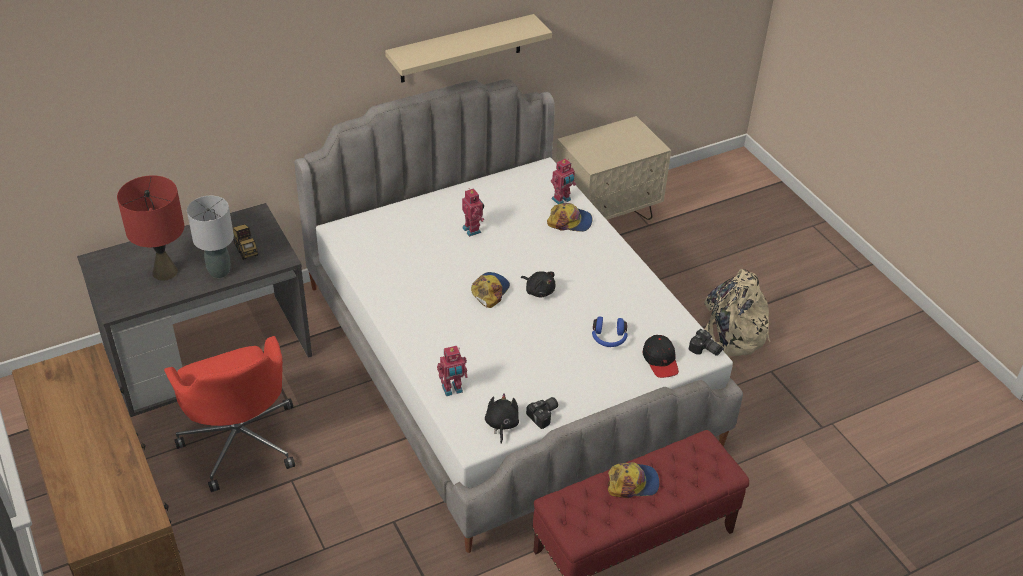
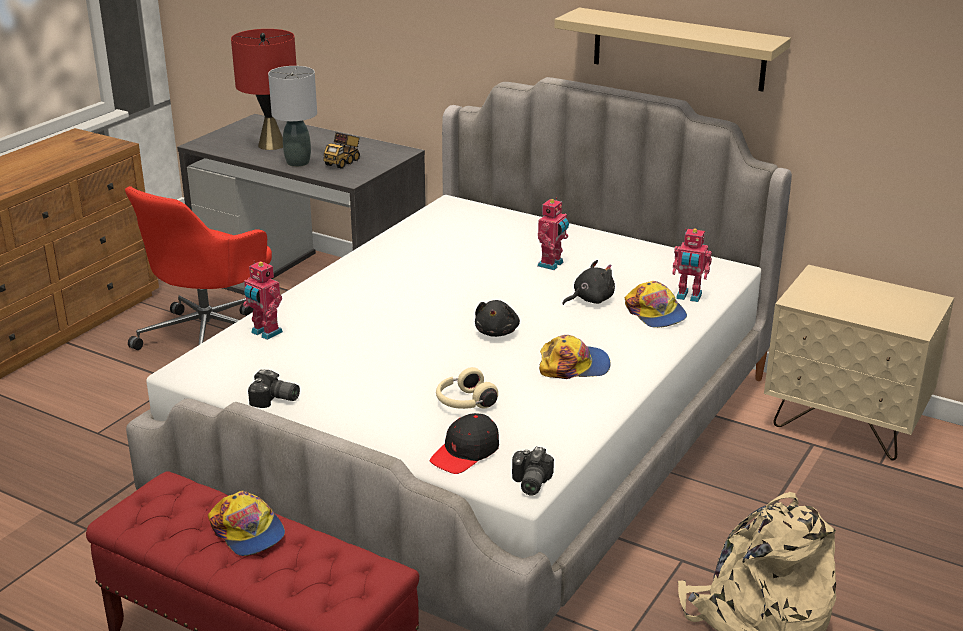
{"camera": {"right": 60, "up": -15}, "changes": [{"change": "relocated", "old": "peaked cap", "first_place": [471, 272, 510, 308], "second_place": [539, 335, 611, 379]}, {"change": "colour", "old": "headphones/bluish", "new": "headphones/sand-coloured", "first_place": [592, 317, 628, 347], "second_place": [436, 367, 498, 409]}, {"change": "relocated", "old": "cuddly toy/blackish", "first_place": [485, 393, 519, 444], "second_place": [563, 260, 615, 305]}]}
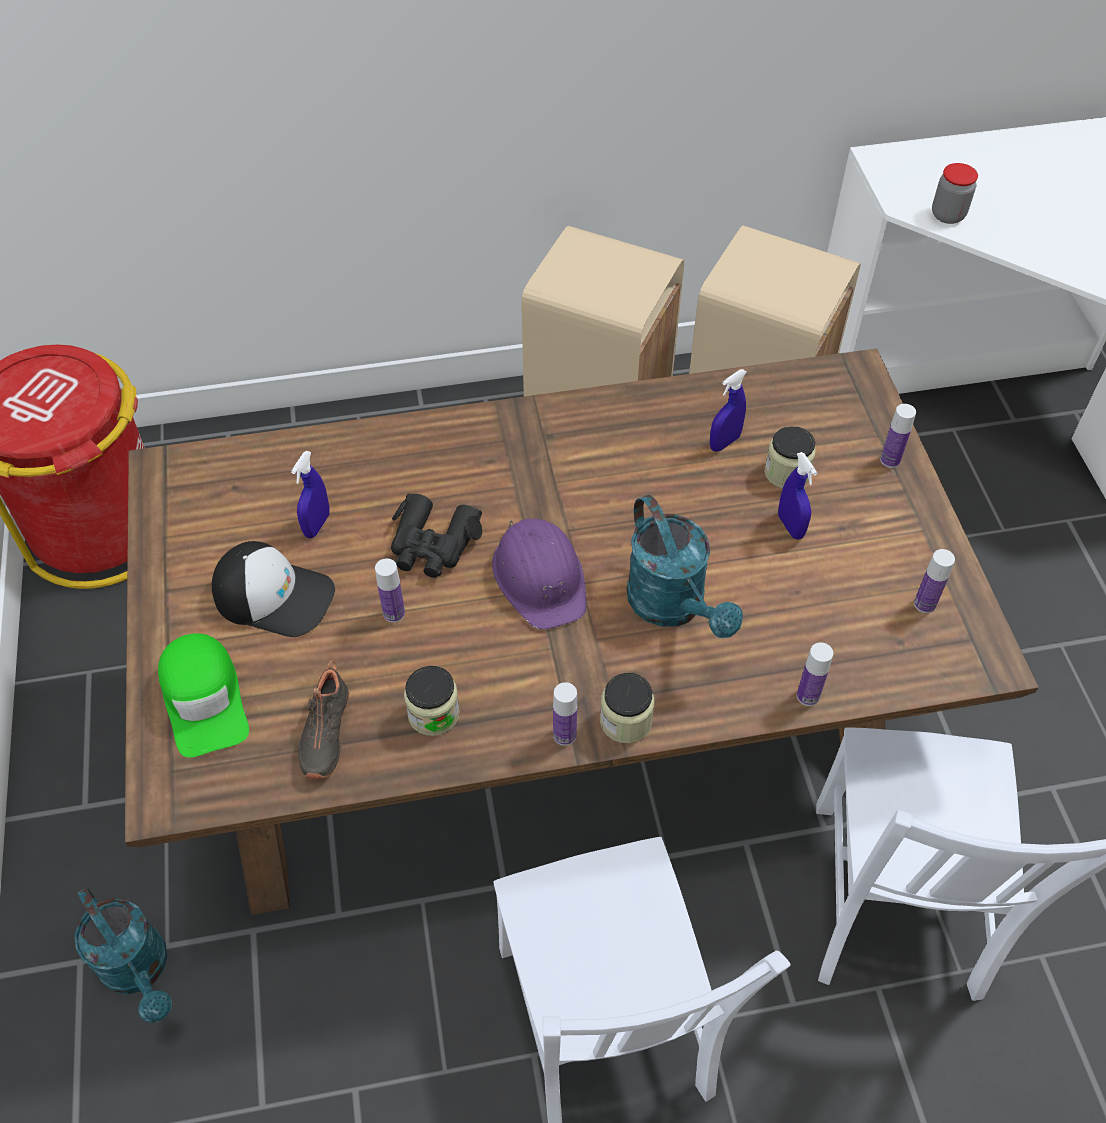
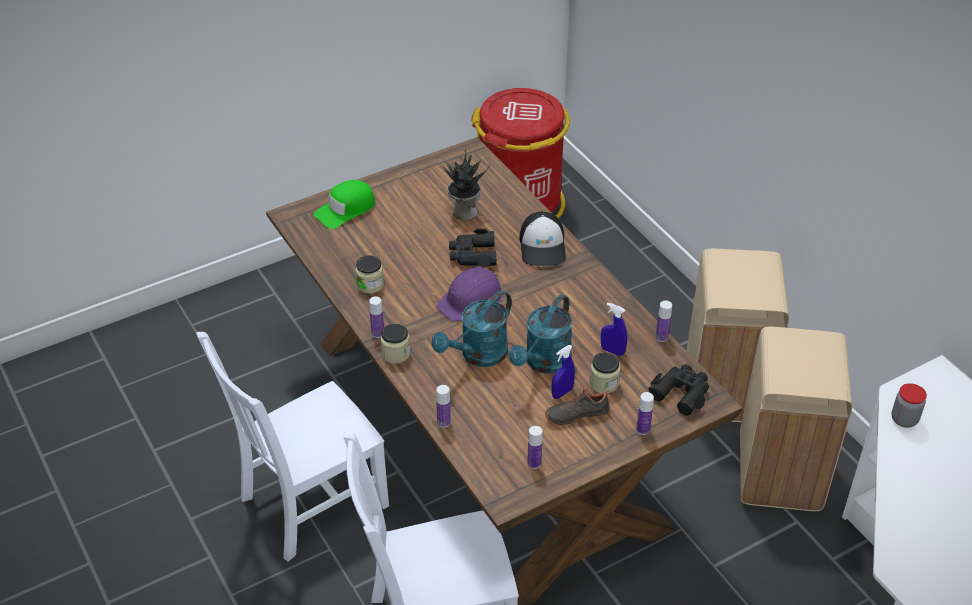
{"camera": {"right": 70, "up": -10}, "changes": [{"change": "exchanged", "old": "sprayer/bluish", "new": "houseplant", "first_place": [291, 451, 330, 538], "second_place": [443, 150, 490, 220]}, {"change": "relocated", "old": "peaked cap", "first_place": [212, 541, 335, 637], "second_place": [519, 212, 566, 266]}, {"change": "relocated", "old": "drink bottle", "first_place": [375, 558, 405, 623], "second_place": [656, 300, 672, 342]}, {"change": "relocated", "old": "low shoe/blackish", "first_place": [298, 661, 349, 779], "second_place": [545, 387, 611, 426]}, {"change": "relocated", "old": "sprinkling can/turquoise", "first_place": [74, 887, 172, 1023], "second_place": [509, 295, 572, 374]}, {"change": "appeared", "new": "pair of binoculars/blackish", "second_place": [649, 364, 709, 416]}]}
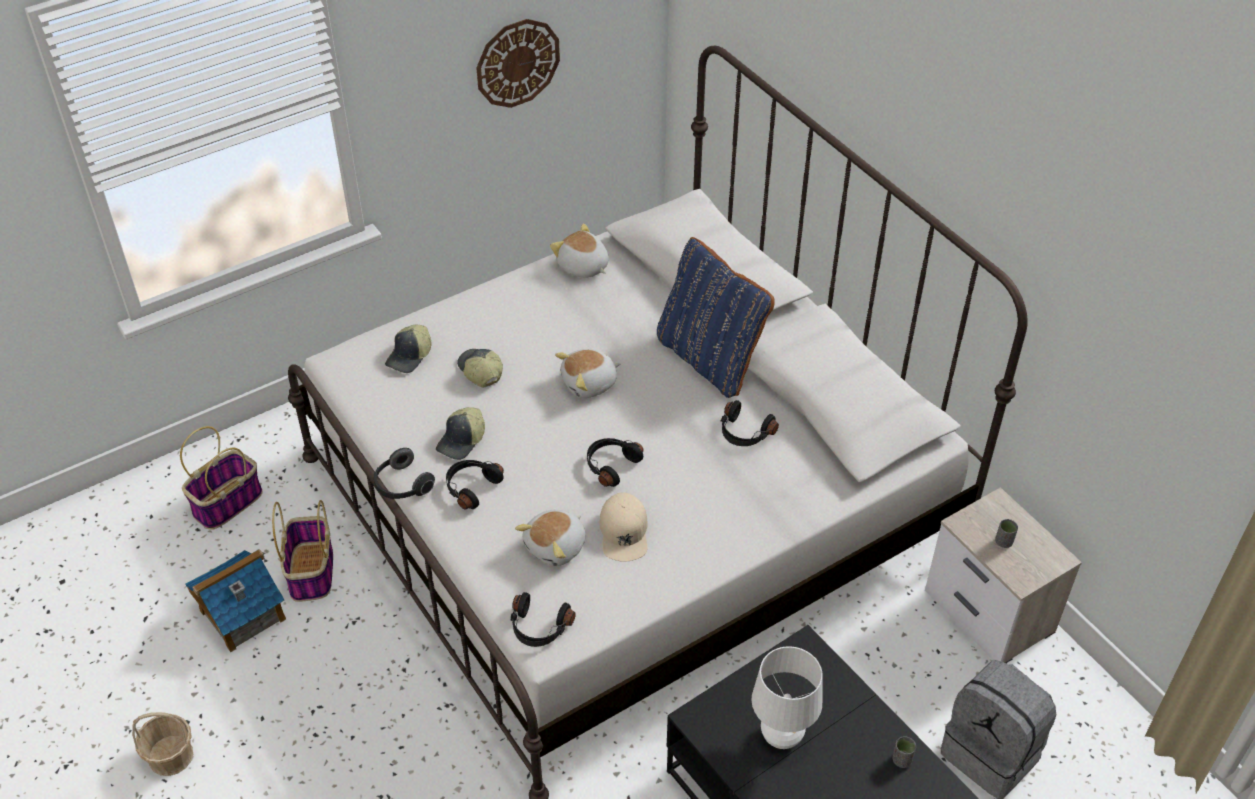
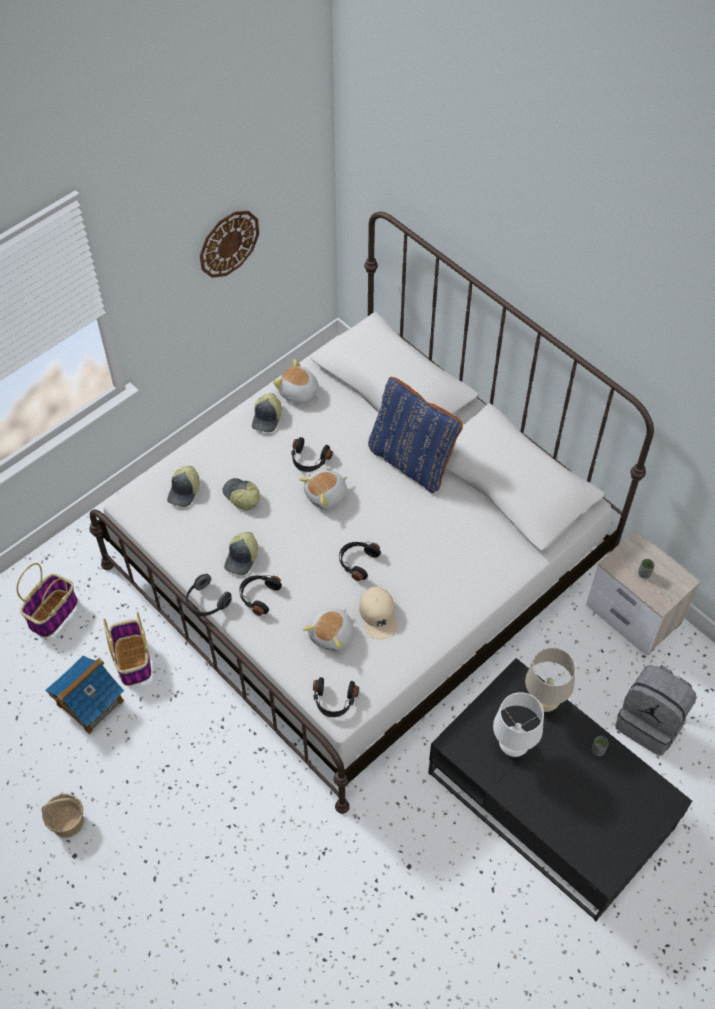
{"camera": {"right": -10, "up": 10}, "changes": [{"change": "relocated", "old": "headphones/blackish", "first_place": [721, 400, 779, 446], "second_place": [291, 437, 333, 472]}, {"change": "appeared", "new": "peaked cap", "second_place": [252, 393, 281, 432]}, {"change": "appeared", "new": "lamp for a table/sand-coloured", "second_place": [525, 647, 576, 712]}]}
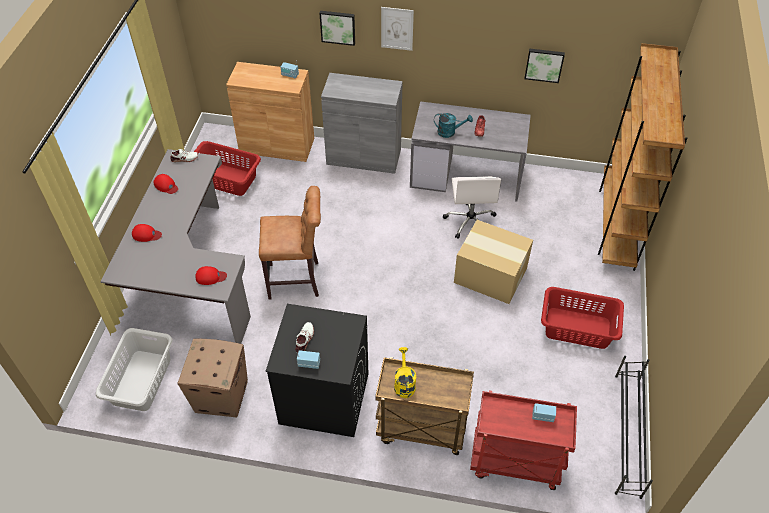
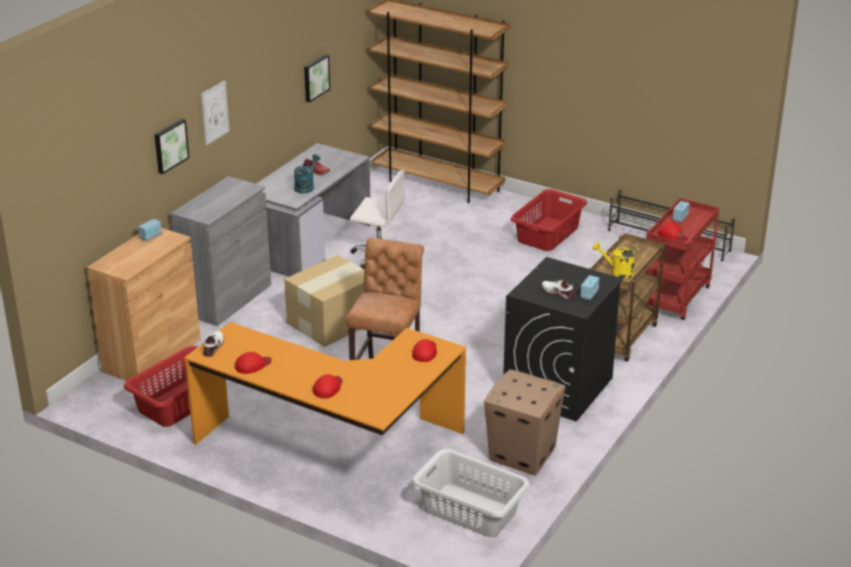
{"camera": {"right": -70, "up": -20}, "changes": [{"change": "colour", "old": "desk/greyish", "new": "desk/orangey", "first_place": [100, 149, 251, 344], "second_place": [184, 322, 466, 445]}, {"change": "relocated", "old": "carton", "first_place": [454, 220, 533, 304], "second_place": [284, 255, 364, 347]}, {"change": "appeared", "new": "peaked cap/red-coloured", "second_place": [658, 222, 688, 242]}]}
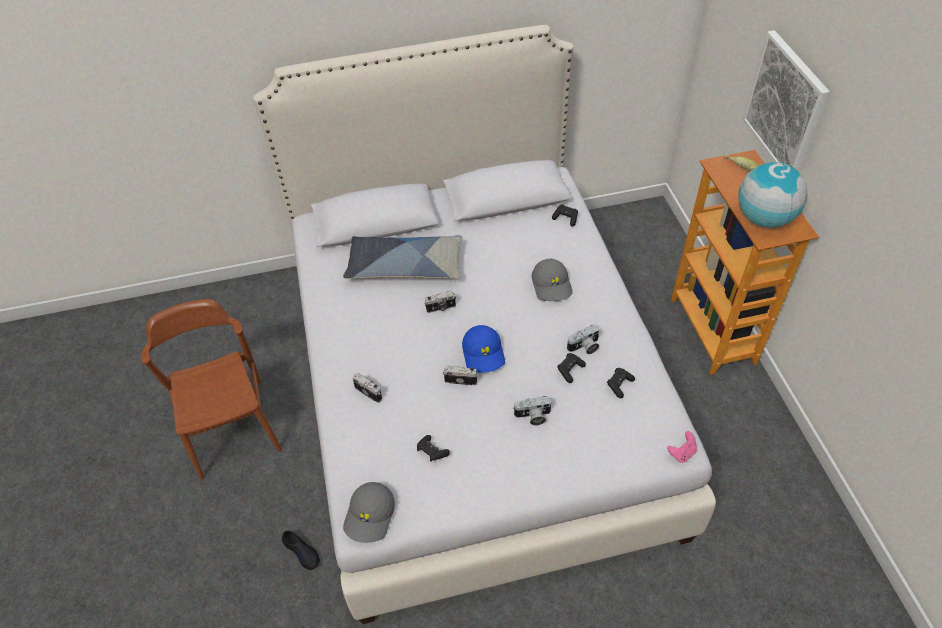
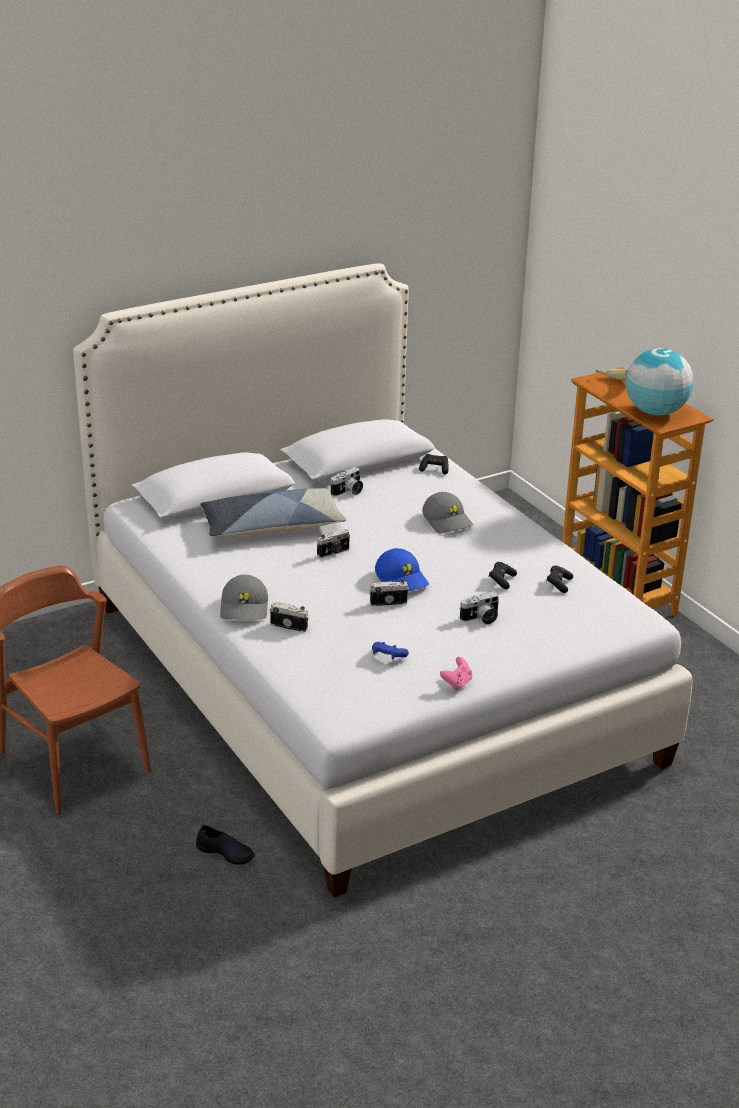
{"camera": {"right": -20, "up": -20}, "changes": [{"change": "missing", "old": "wall picture", "first_place": [743, 30, 830, 173]}, {"change": "relocated", "old": "photo camera", "first_place": [567, 324, 599, 354], "second_place": [331, 467, 363, 496]}, {"change": "relocated", "old": "game controller/pink", "first_place": [667, 431, 697, 463], "second_place": [440, 657, 472, 690]}, {"change": "colour", "old": "game controller/blackish", "new": "game controller/bluish", "first_place": [417, 435, 450, 462], "second_place": [372, 642, 409, 660]}, {"change": "relocated", "old": "peaked cap/greyish", "first_place": [343, 482, 395, 543], "second_place": [220, 574, 268, 620]}]}
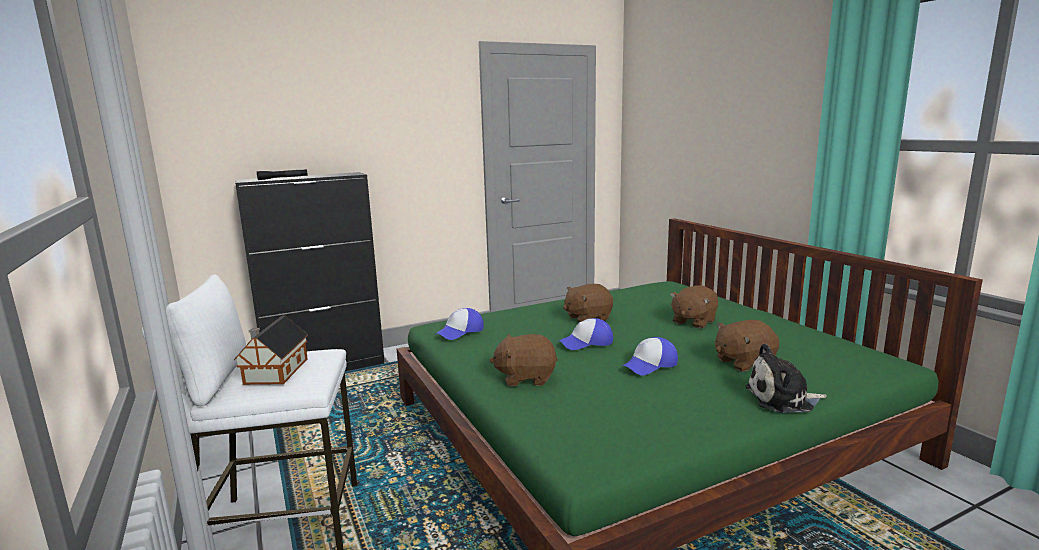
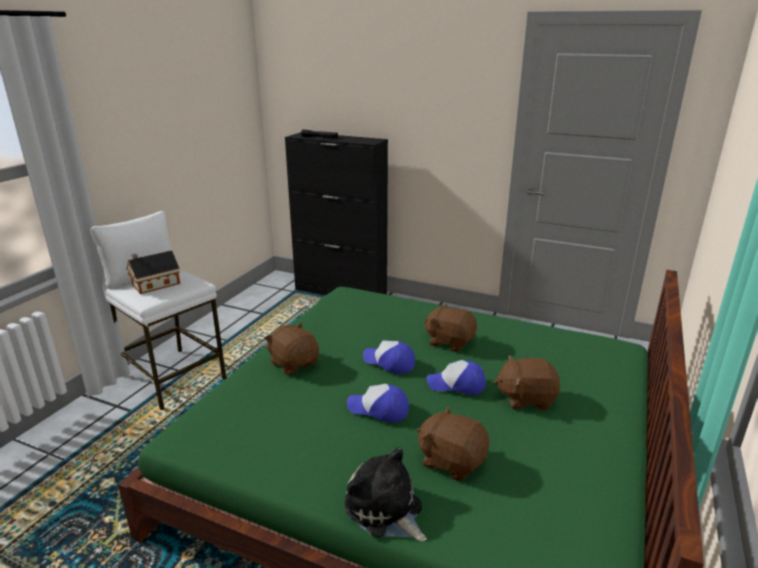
{"camera": {"right": 50, "up": 10}, "changes": [{"change": "relocated", "old": "peaked cap", "first_place": [435, 308, 484, 340], "second_place": [427, 360, 486, 395]}]}
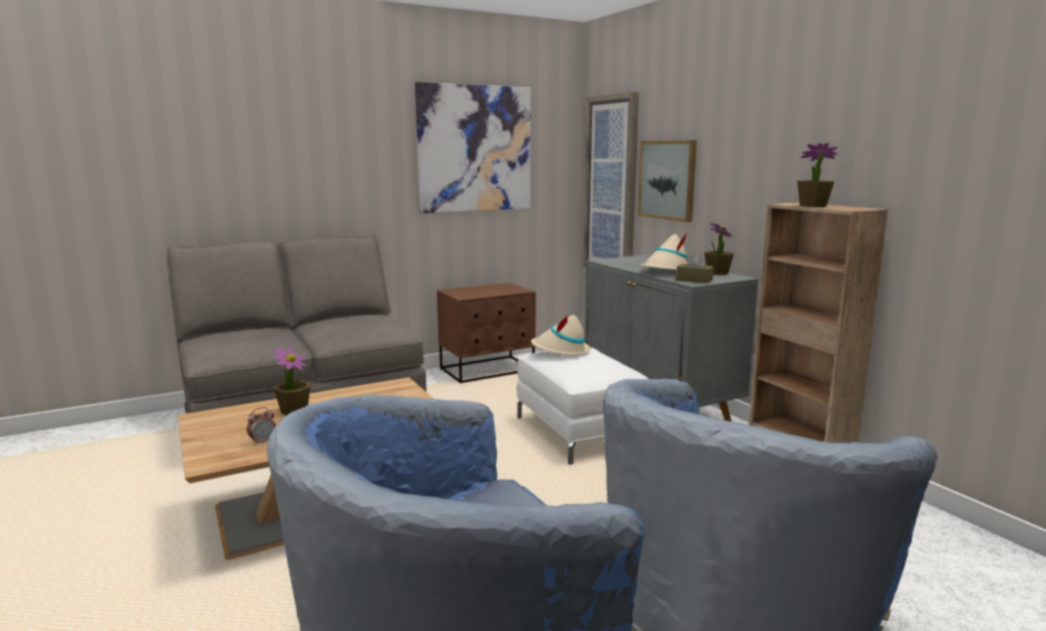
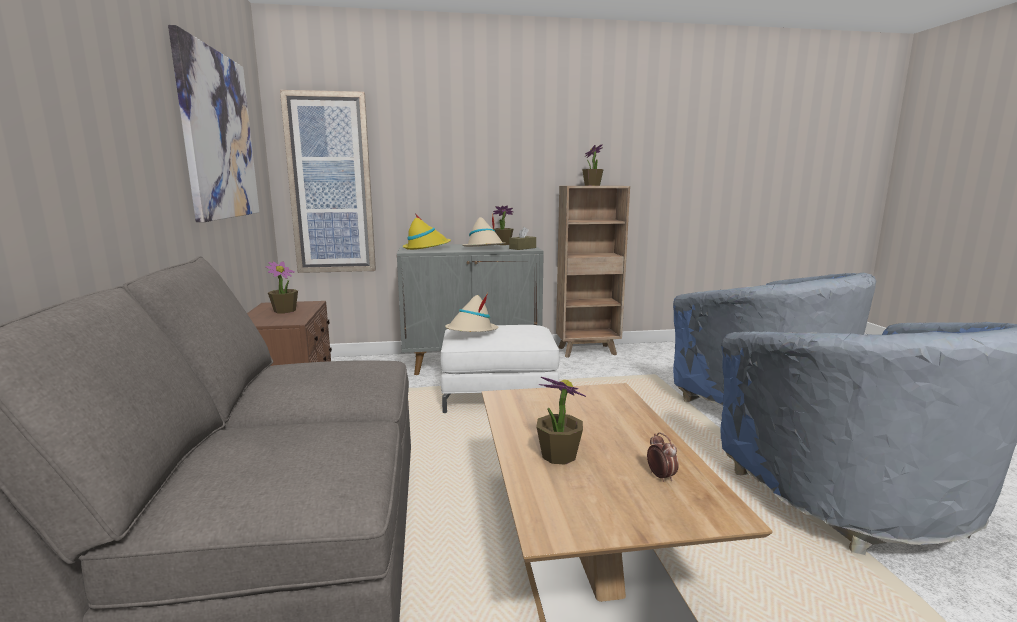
{"camera": {"right": -70, "up": 0}, "changes": [{"change": "missing", "old": "wall picture", "first_place": [638, 140, 697, 222]}, {"change": "appeared", "new": "wearable hat/yellowish", "second_place": [403, 215, 451, 250]}, {"change": "appeared", "new": "houseplant", "second_place": [265, 261, 298, 313]}]}
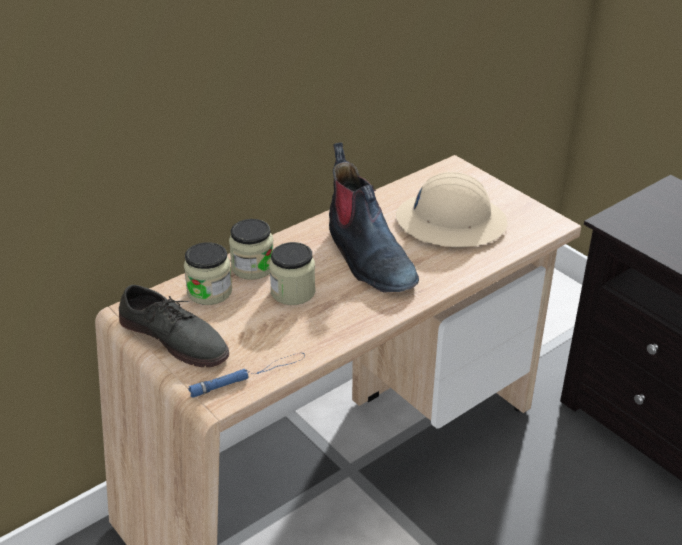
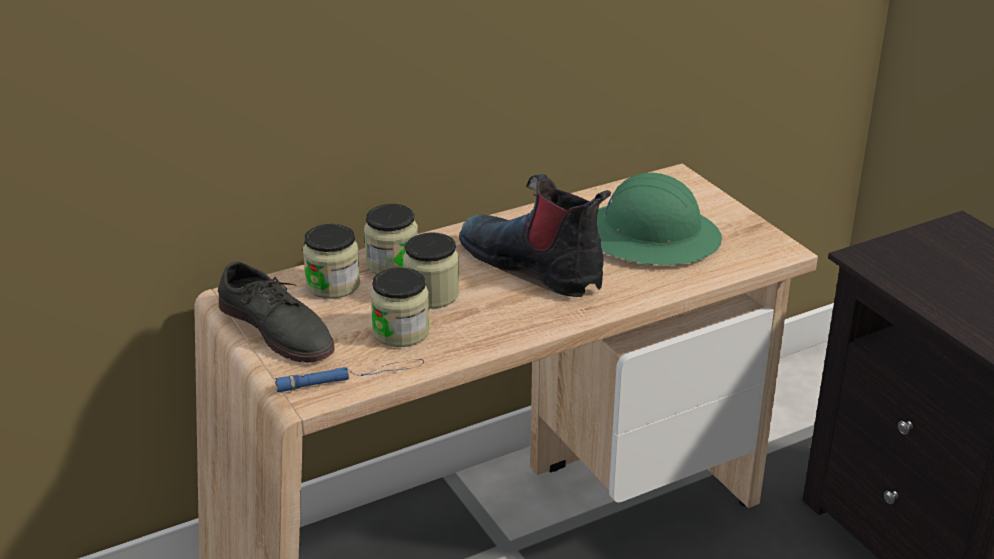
{"camera": {"right": 10, "up": -5}, "changes": [{"change": "spun", "old": "tall boot", "first_place": [329, 143, 419, 293], "second_place": [459, 174, 611, 297], "degrees": 150}, {"change": "colour", "old": "work helmet/sand-coloured", "new": "work helmet/green", "first_place": [396, 172, 508, 247], "second_place": [597, 173, 722, 265]}, {"change": "appeared", "new": "storage jar", "second_place": [370, 267, 430, 347]}]}
